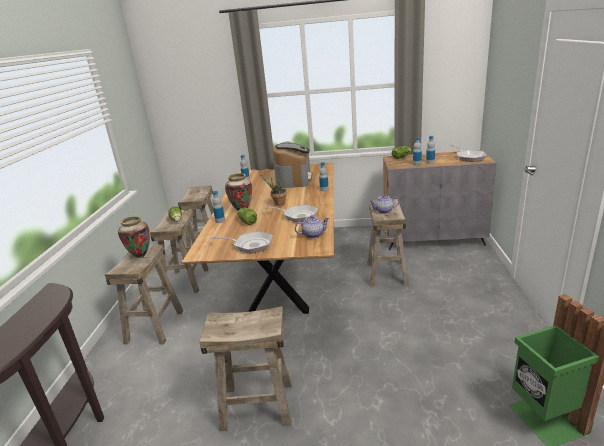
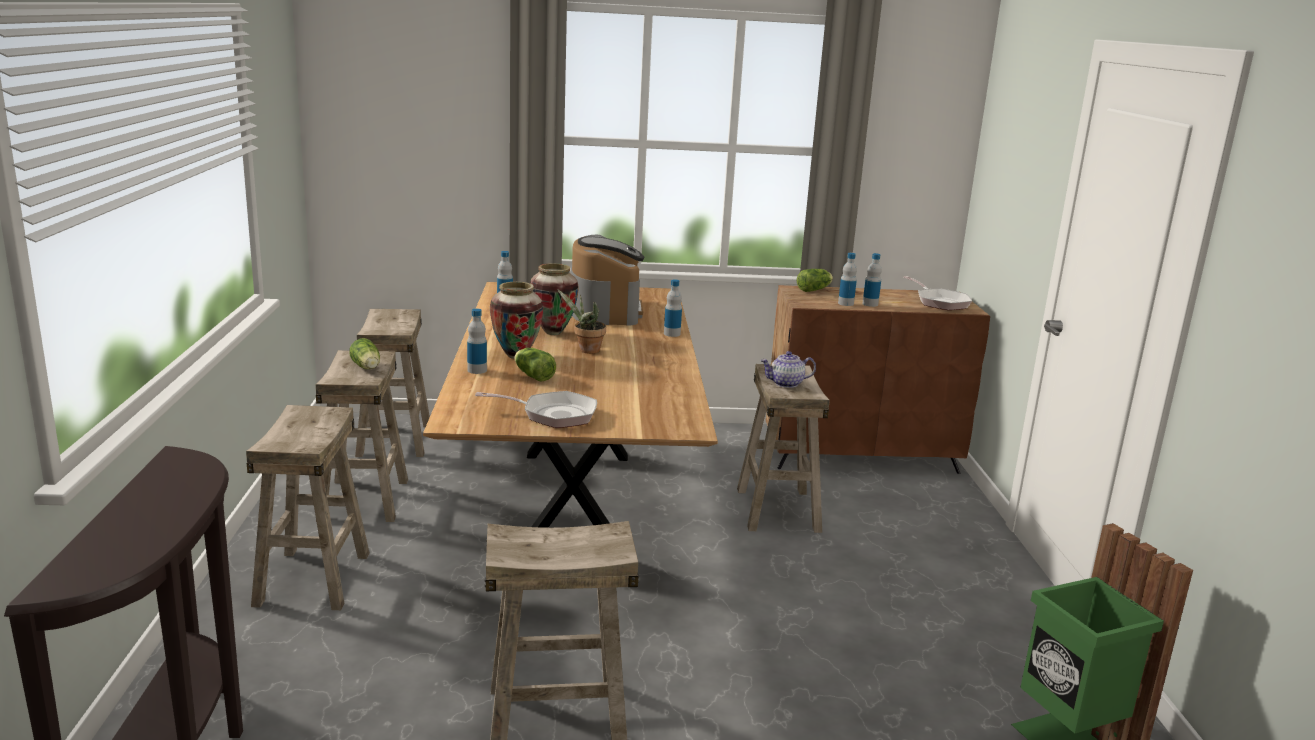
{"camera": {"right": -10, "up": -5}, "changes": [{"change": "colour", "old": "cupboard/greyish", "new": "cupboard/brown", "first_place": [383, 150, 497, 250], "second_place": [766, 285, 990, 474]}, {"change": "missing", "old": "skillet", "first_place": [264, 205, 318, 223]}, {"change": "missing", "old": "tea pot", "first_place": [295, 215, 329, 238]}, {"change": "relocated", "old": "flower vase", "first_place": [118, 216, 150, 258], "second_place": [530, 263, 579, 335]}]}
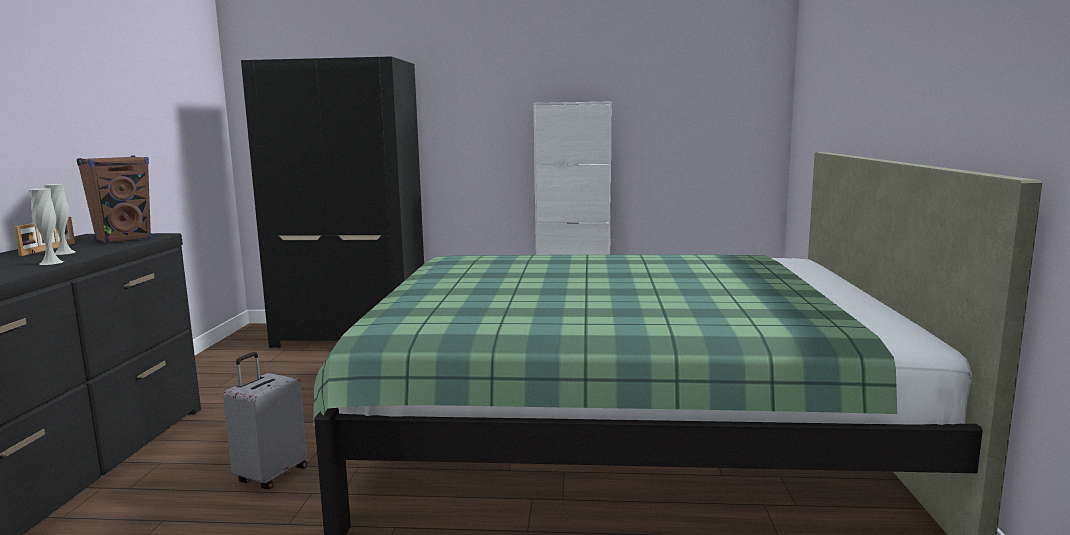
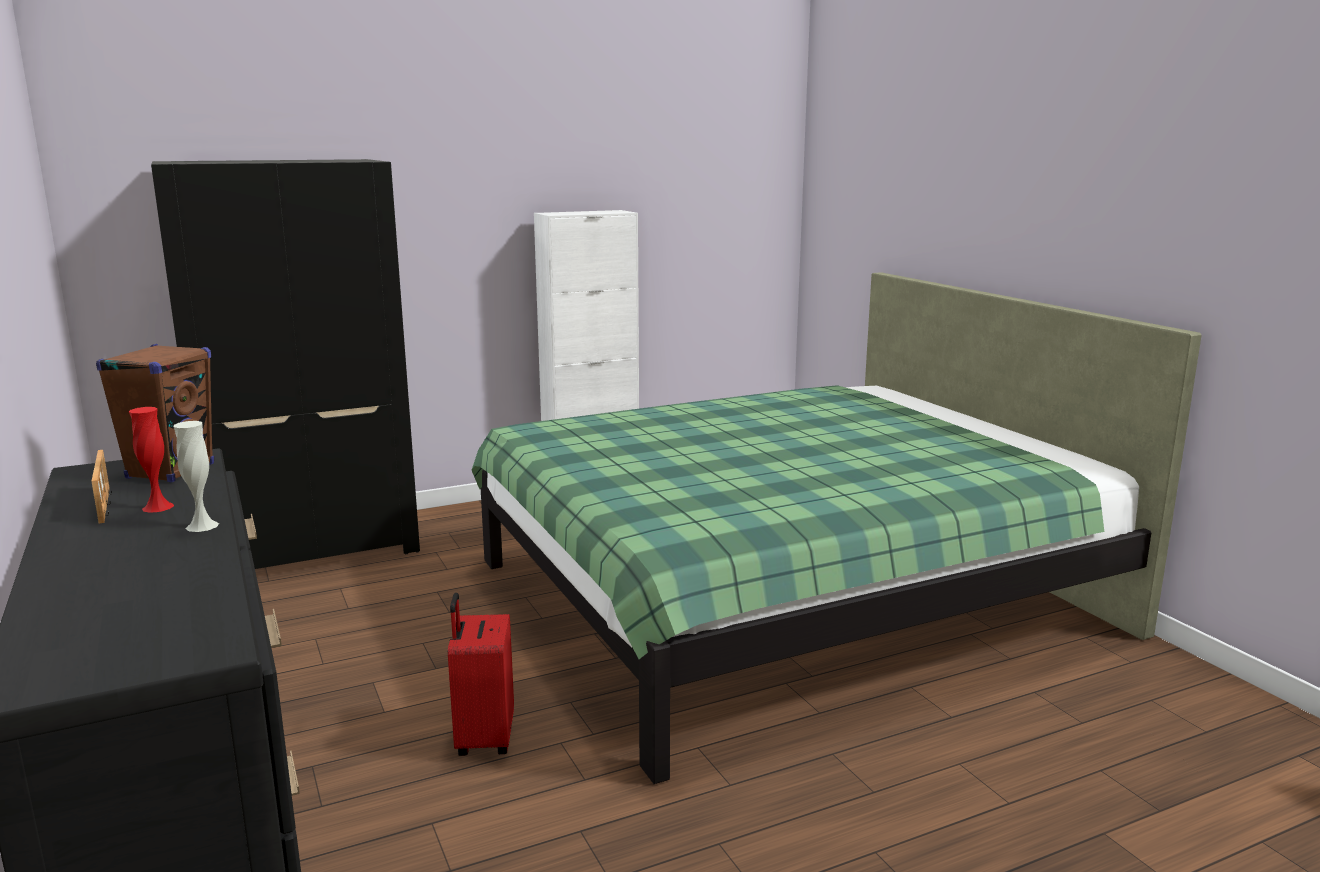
{"camera": {"right": -30, "up": 5}, "changes": [{"change": "colour", "old": "flower vase/white", "new": "flower vase/red-coloured", "first_place": [44, 184, 75, 255], "second_place": [129, 407, 174, 513]}, {"change": "colour", "old": "piece of luggage/greyish", "new": "piece of luggage/red-coloured", "first_place": [223, 352, 307, 489], "second_place": [448, 593, 514, 756]}]}
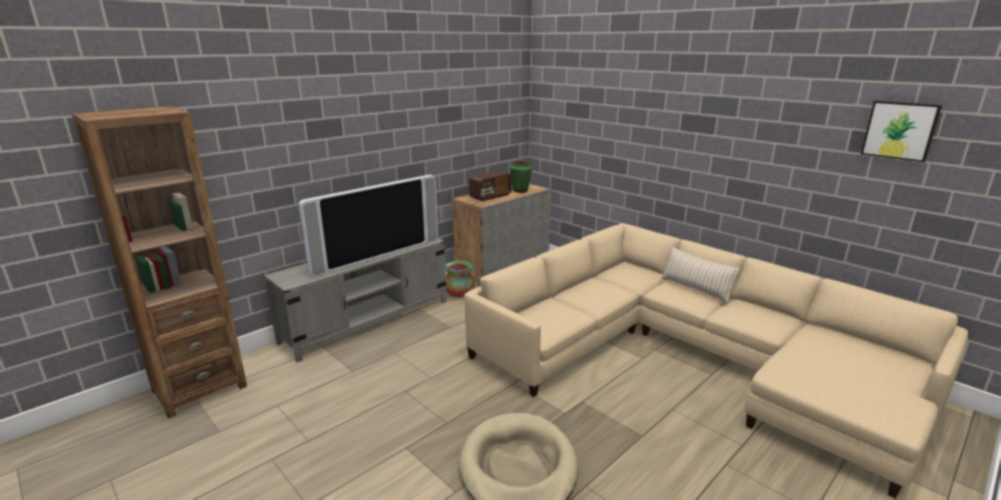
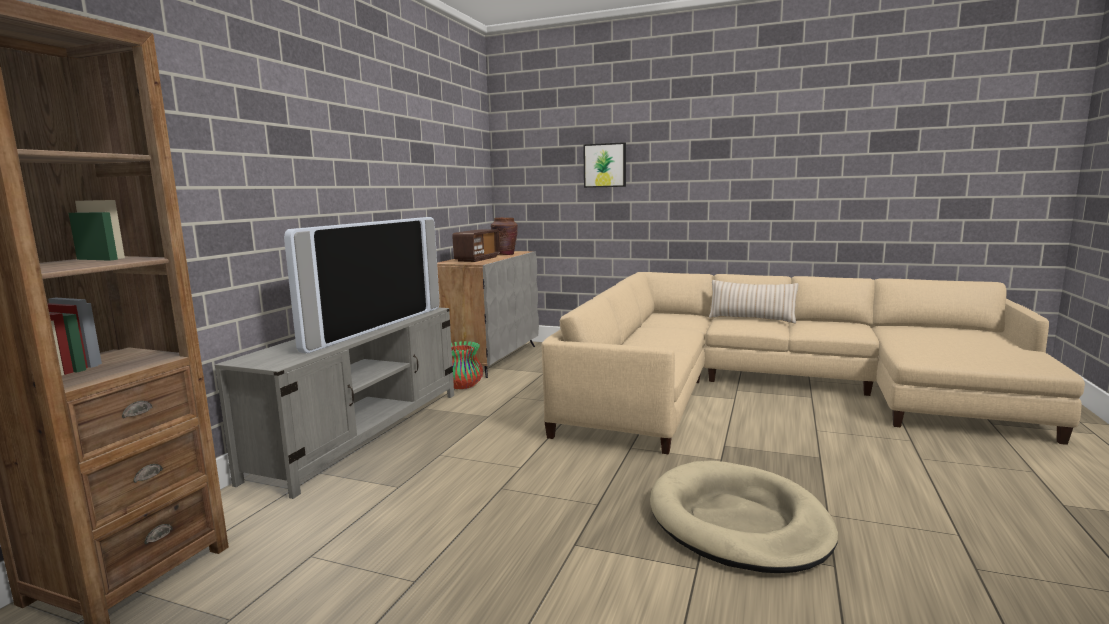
{"camera": {"right": -25, "up": -10}, "changes": [{"change": "relocated", "old": "wall picture", "first_place": [861, 101, 942, 162], "second_place": [583, 142, 626, 188]}, {"change": "colour", "old": "flower vase/green", "new": "flower vase/brown", "first_place": [510, 161, 532, 193], "second_place": [491, 218, 518, 255]}]}
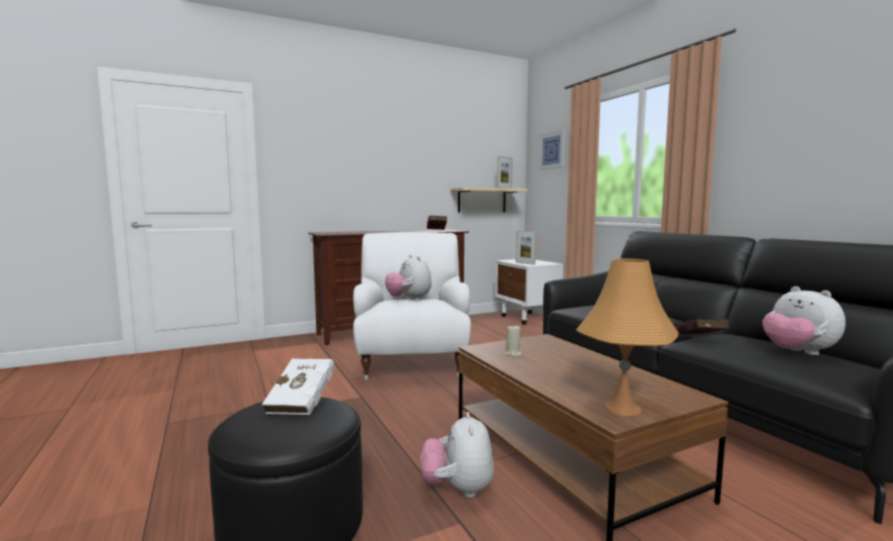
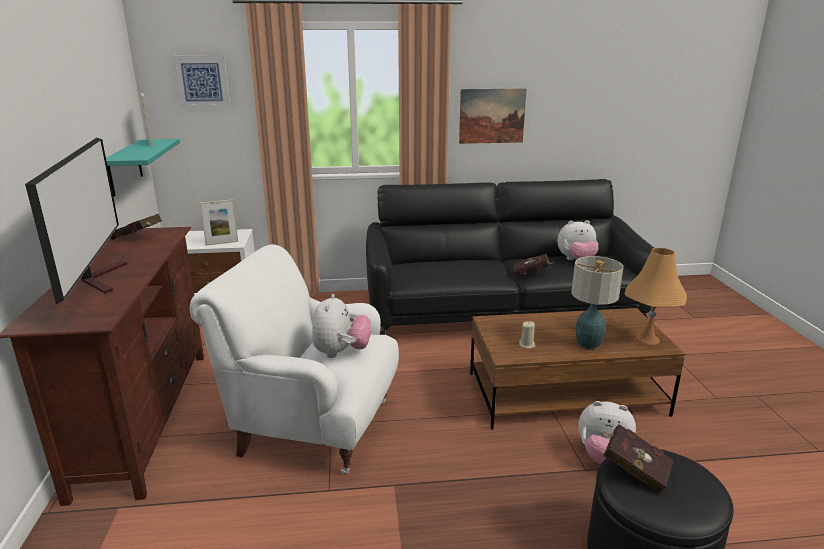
{"camera": {"right": -70, "up": 15}, "changes": [{"change": "colour", "old": "shelf/sand-coloured", "new": "shelf/turquoise", "first_place": [450, 187, 527, 212], "second_place": [106, 139, 180, 197]}, {"change": "spun", "old": "cuddly toy", "first_place": [385, 255, 432, 301], "second_place": [312, 294, 371, 358], "degrees": -75}, {"change": "colour", "old": "bound book/white", "new": "bound book/red-coloured", "first_place": [262, 359, 335, 415], "second_place": [602, 424, 673, 494]}, {"change": "appeared", "new": "wall picture", "second_place": [459, 89, 527, 144]}, {"change": "appeared", "new": "television", "second_place": [25, 137, 127, 304]}, {"change": "appeared", "new": "lamp for a table", "second_place": [571, 256, 623, 350]}]}
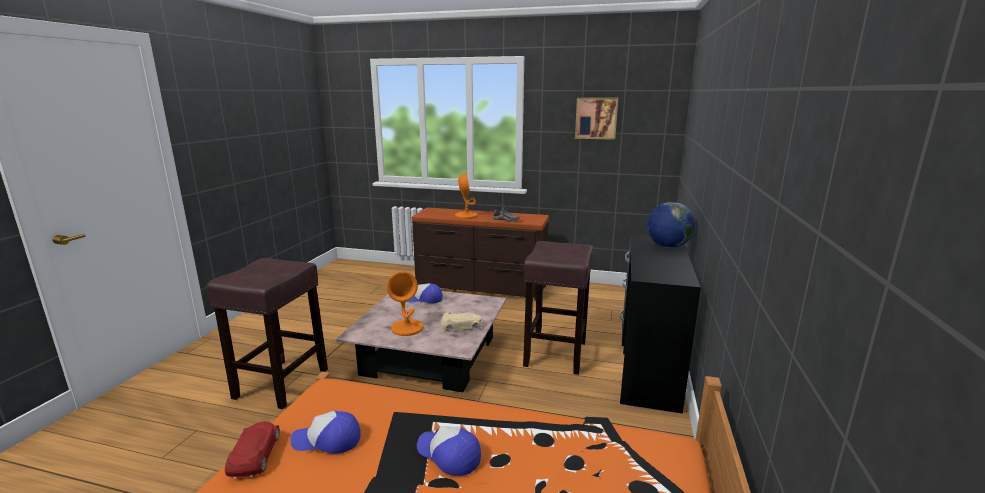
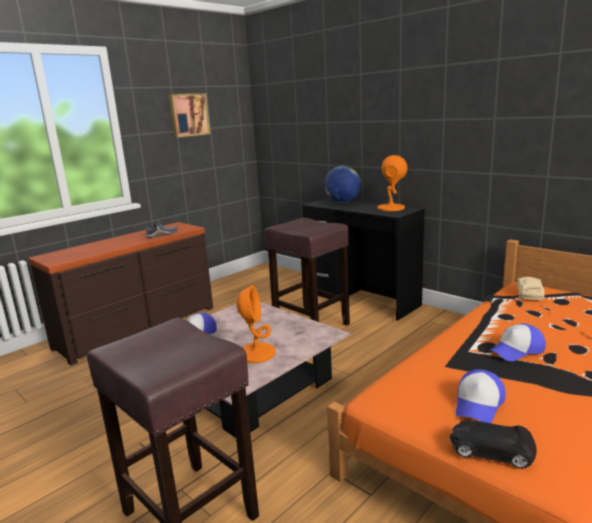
{"camera": {"right": -60, "up": 0}, "changes": [{"change": "relocated", "old": "lamp for a table/orangey", "first_place": [455, 173, 478, 219], "second_place": [377, 155, 408, 211]}, {"change": "relocated", "old": "model car/sand-coloured", "first_place": [441, 312, 483, 332], "second_place": [517, 277, 544, 300]}, {"change": "colour", "old": "model car/red-coloured", "new": "model car/blackish", "first_place": [225, 421, 280, 478], "second_place": [449, 420, 537, 469]}]}
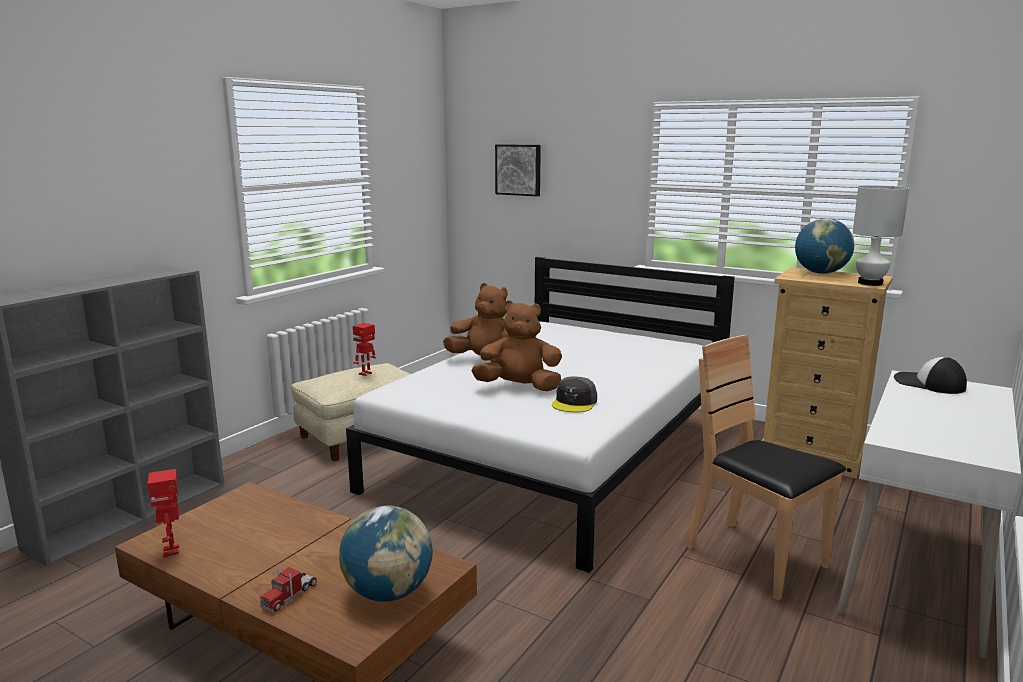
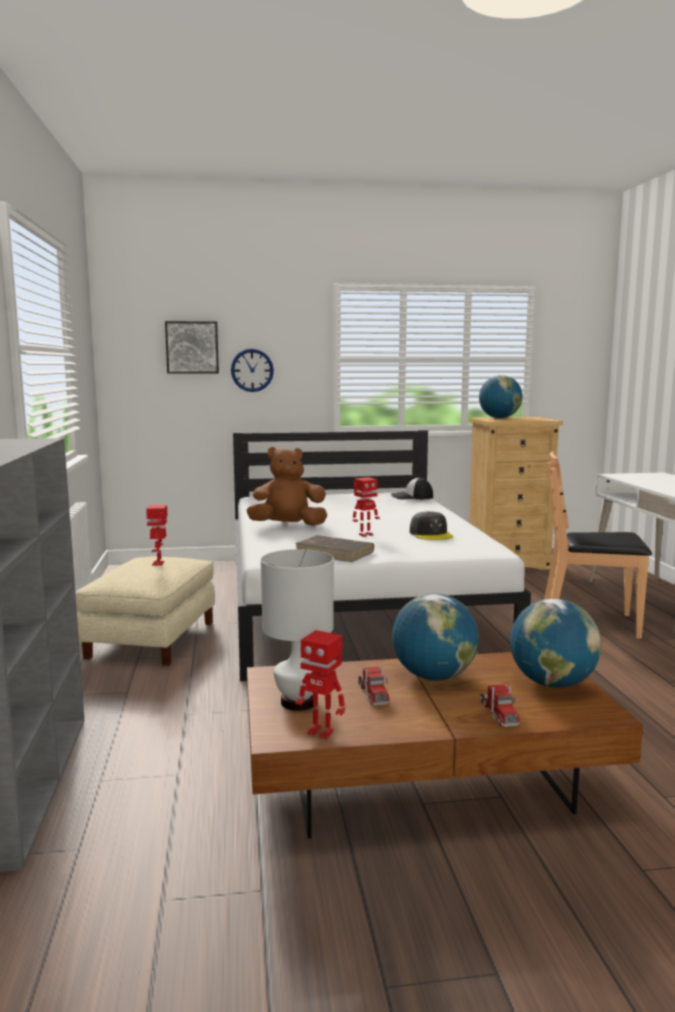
{"camera": {"right": -40, "up": -5}, "changes": [{"change": "relocated", "old": "lamp for a table/white", "first_place": [853, 186, 909, 286], "second_place": [261, 549, 334, 711]}, {"change": "exchanged", "old": "cuddly toy/brown", "new": "toy robot", "first_place": [471, 300, 562, 391], "second_place": [353, 477, 380, 537]}, {"change": "relocated", "old": "peaked cap", "first_place": [894, 357, 967, 394], "second_place": [391, 477, 433, 500]}, {"change": "appeared", "new": "clock on the wall", "second_place": [231, 349, 274, 392]}, {"change": "appeared", "new": "bound book/brown", "second_place": [295, 535, 374, 562]}, {"change": "appeared", "new": "desk globe", "second_place": [392, 593, 478, 681]}, {"change": "appeared", "new": "toy truck", "second_place": [358, 666, 390, 706]}]}
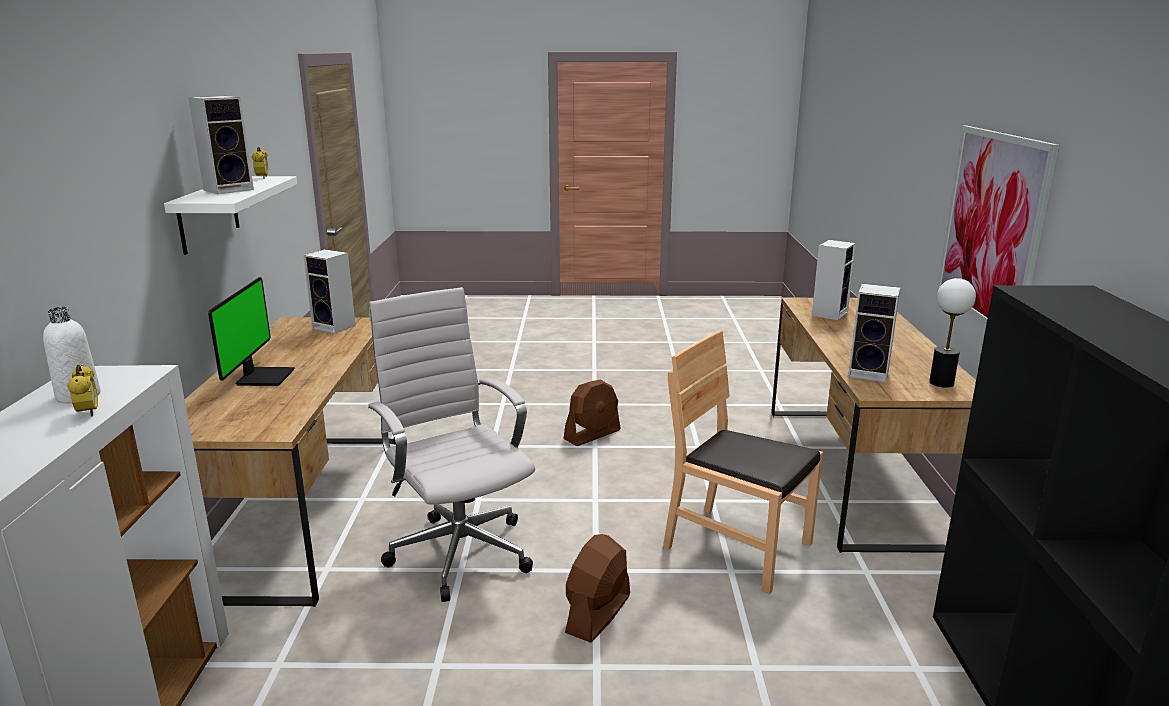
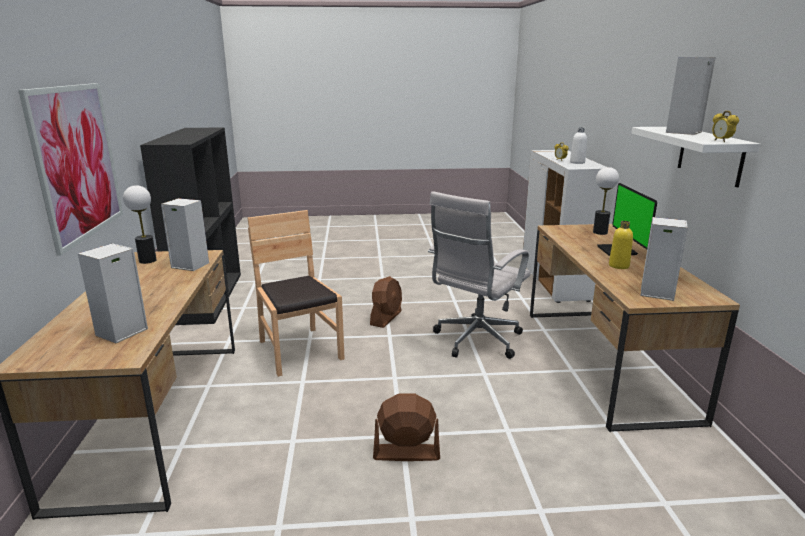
{"camera": {"right": 175, "up": 0}, "changes": [{"change": "spun", "old": "desk chair/white", "first_place": [368, 287, 535, 602], "second_place": [428, 191, 531, 359], "degrees": 75}, {"change": "spun", "old": "upright chair/brown", "first_place": [663, 330, 823, 595], "second_place": [248, 210, 345, 377], "degrees": -150}, {"change": "spun", "old": "electric fan/brown", "first_place": [563, 380, 621, 446], "second_place": [373, 393, 440, 461], "degrees": 45}, {"change": "appeared", "new": "lamp for a table", "second_place": [593, 167, 619, 235]}, {"change": "appeared", "new": "drink bottle/yellowish", "second_place": [609, 221, 633, 269]}]}
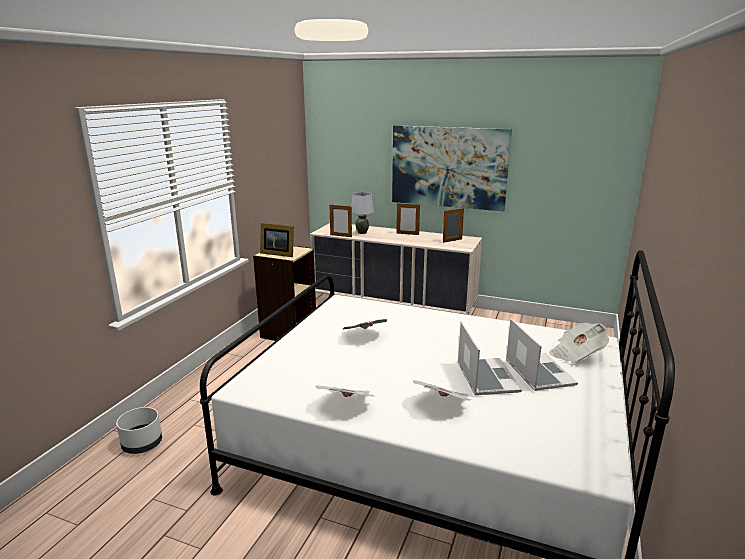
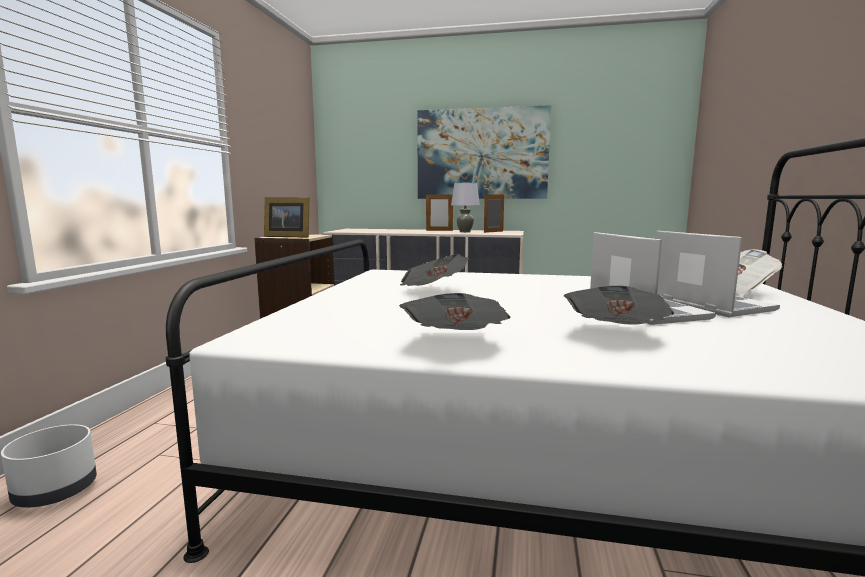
{"camera": {"right": -10, "up": -10}, "changes": [{"change": "relocated", "old": "lamp for a table/greyish", "first_place": [351, 192, 374, 234], "second_place": [451, 183, 480, 232]}, {"change": "missing", "old": "photo frame", "first_place": [329, 205, 352, 237]}]}
